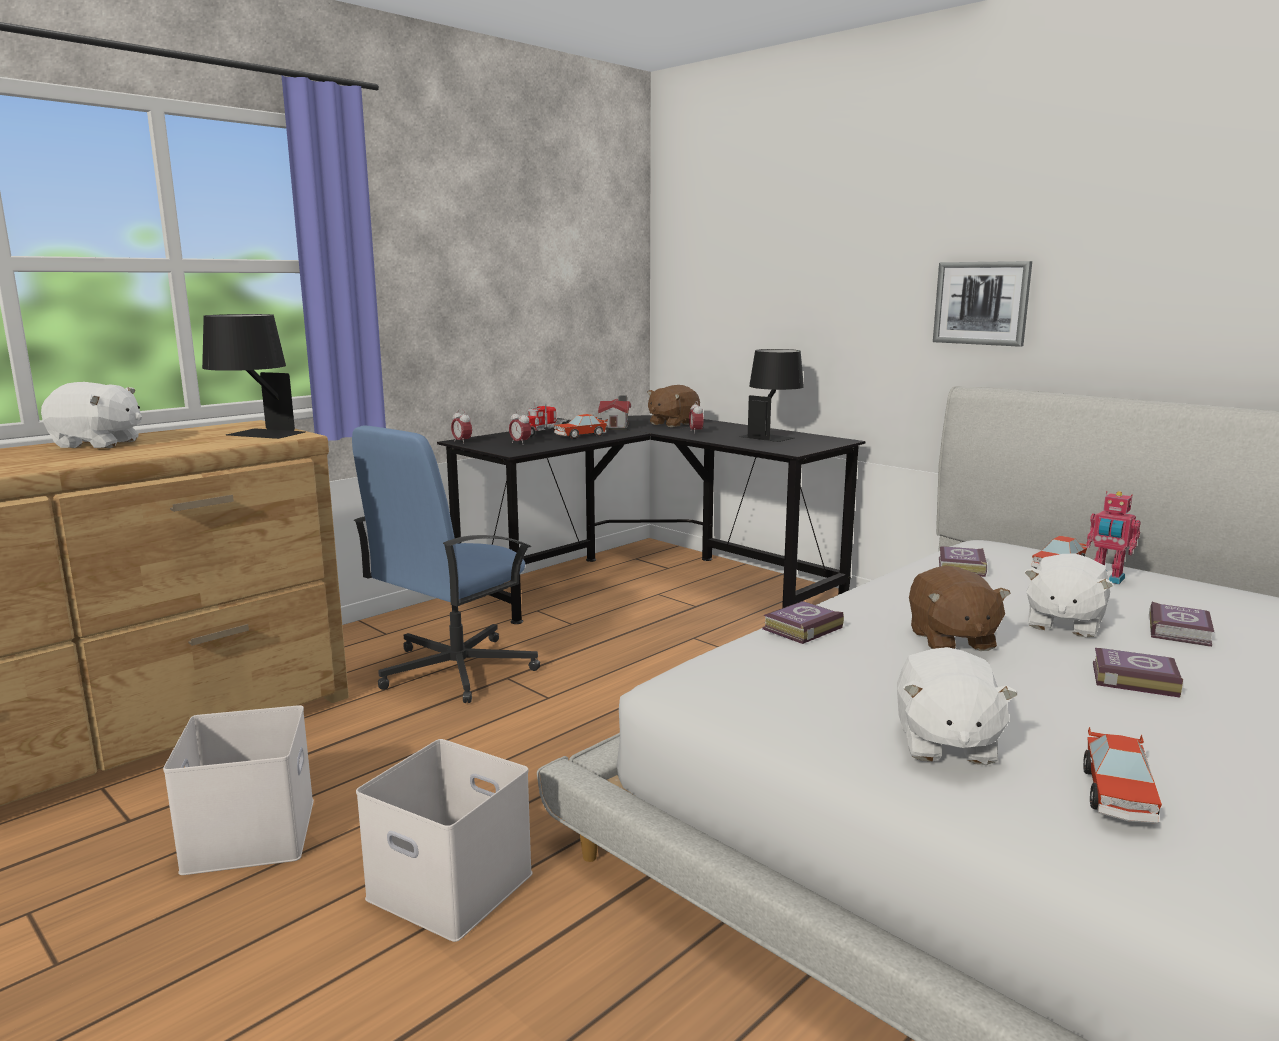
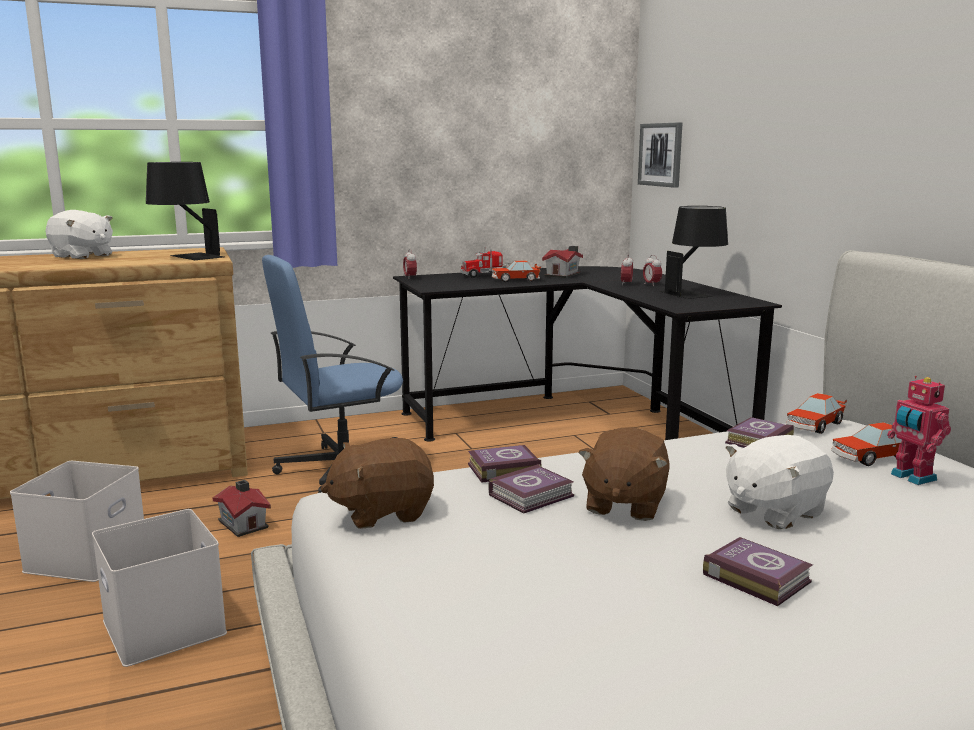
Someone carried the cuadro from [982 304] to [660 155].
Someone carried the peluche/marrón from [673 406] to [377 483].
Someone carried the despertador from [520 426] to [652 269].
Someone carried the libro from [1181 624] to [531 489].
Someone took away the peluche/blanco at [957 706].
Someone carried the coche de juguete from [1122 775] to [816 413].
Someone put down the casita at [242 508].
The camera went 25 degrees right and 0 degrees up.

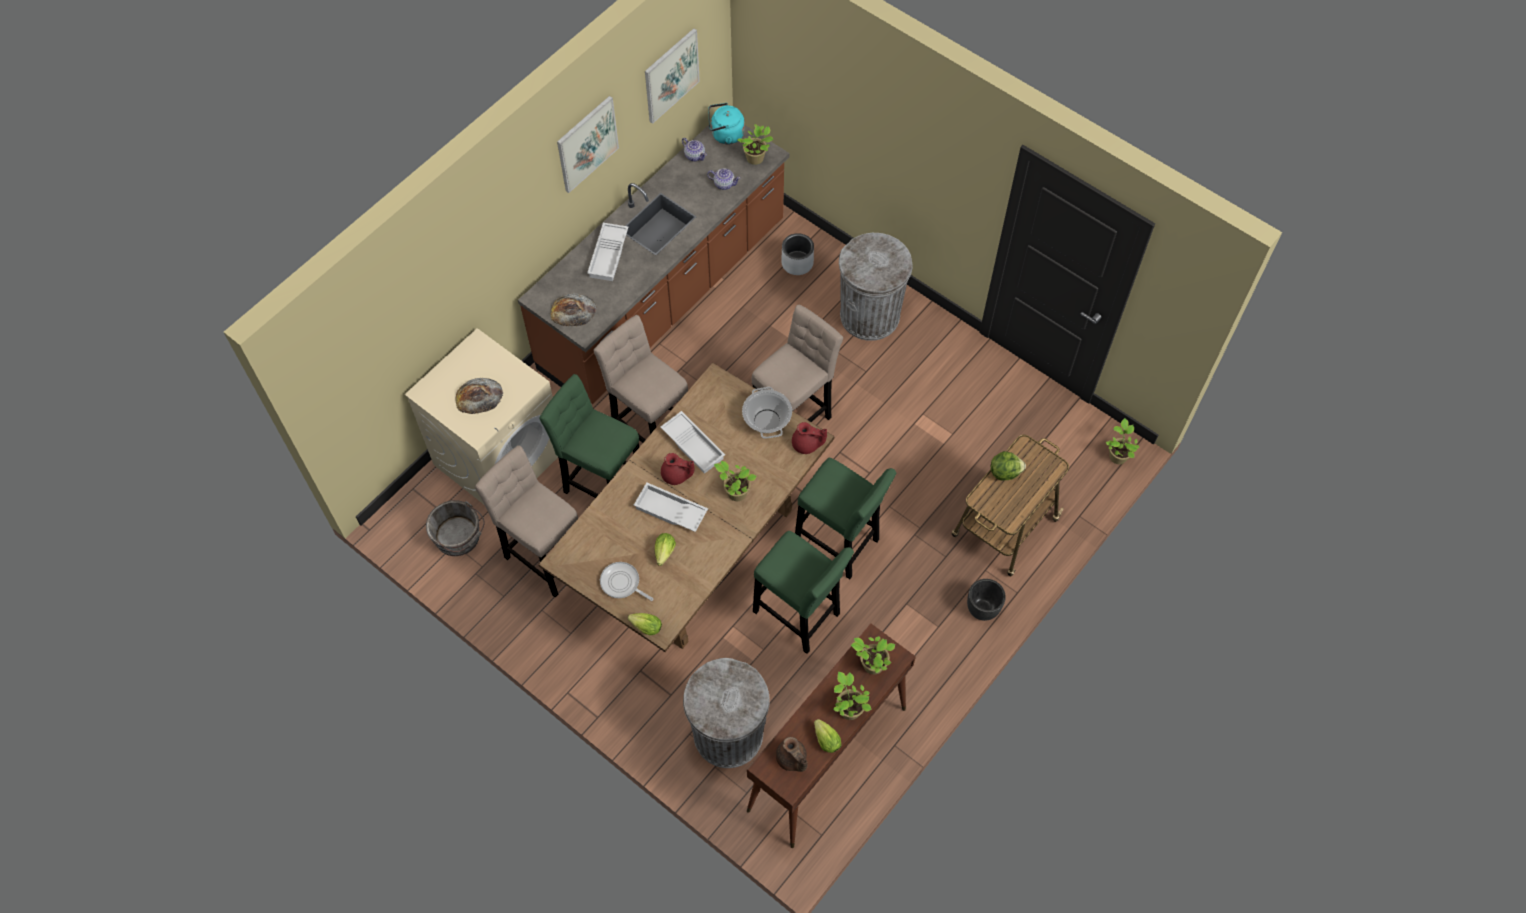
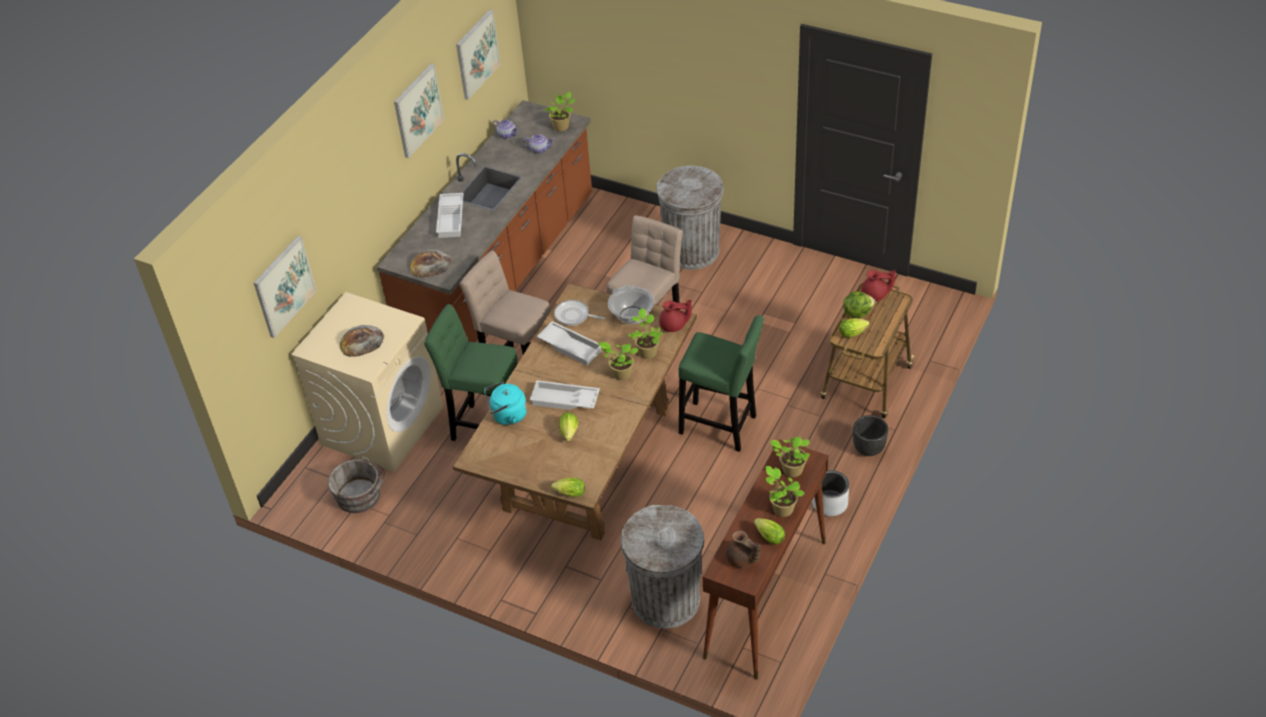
Someone carried the hervidor/turquesa from [726 123] to [505 403].
Someone carried the maceta/gris from [797 254] to [830 493].
Someone carried the planta en maceta from [1123 441] to [645 333].
Someone took away the taburete/beis at [526 521].
Someone carried the tetera/rojo from [678 469] to [878 285].
Someone took away the taburete/verde at [803 592].
Someone carried the sartén from [627 581] to [579 313].
Someone put up the cuadro at [285 287].
Someone put down the lechuga at [854 328].
The camera went 10 degrees left and 15 degrees down.

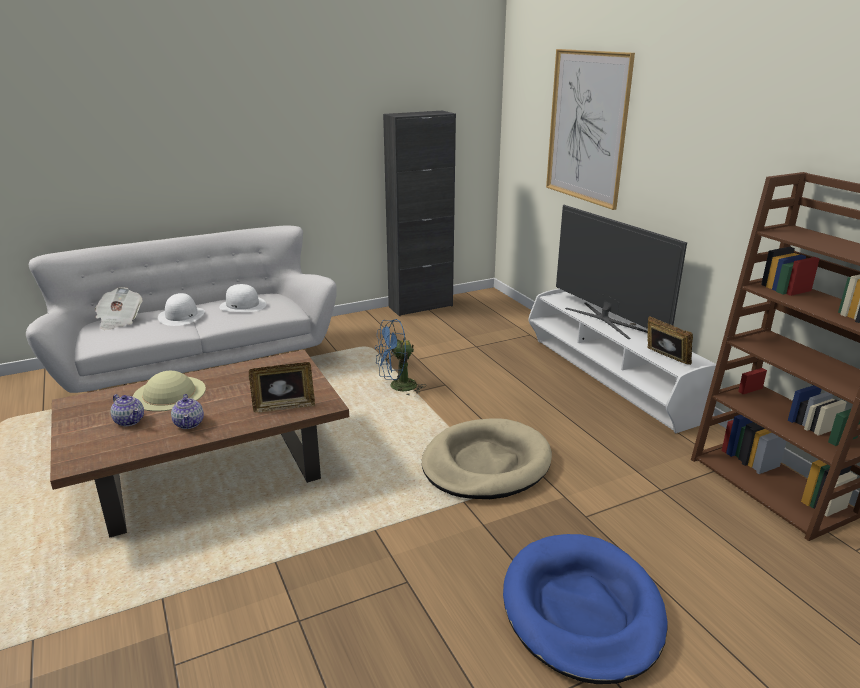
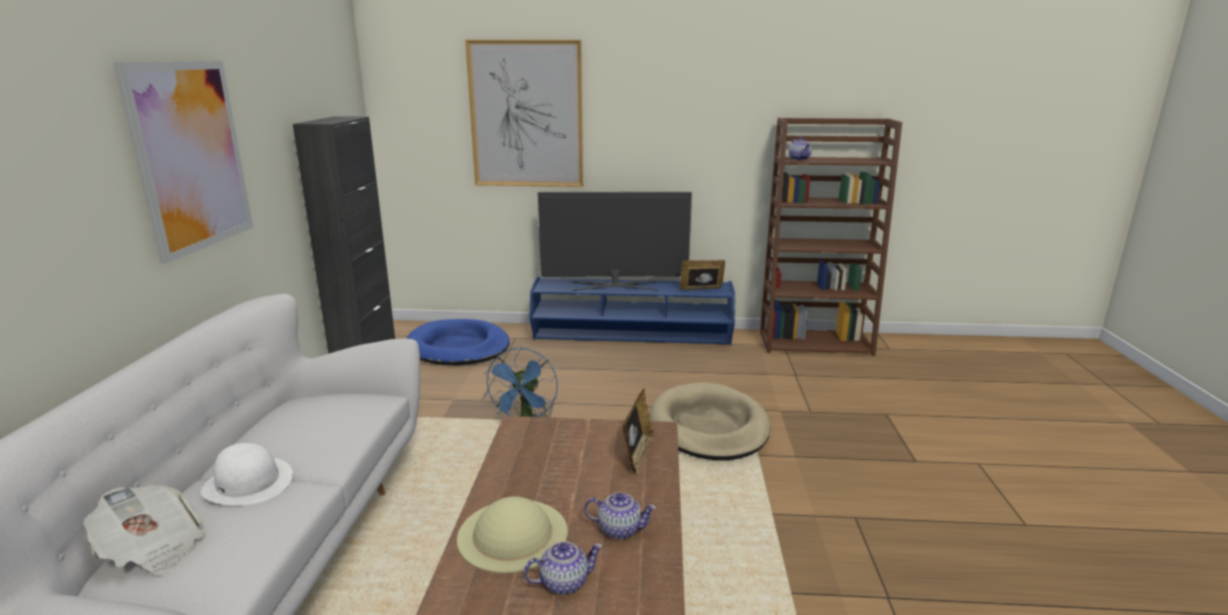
Someone took away the sombrero/blanco at [242 298].
Someone repainted the mueble de televisión/blanco at [622 361], which became the mueble de televisión/azul at [632 310].
Someone carried the cama para perro/azul from [585 609] to [458 342].
Someone put up the cuadro at [183 162].
Someone put down the tetera at [800 148].
The camera went 60 degrees left and 5 degrees down.

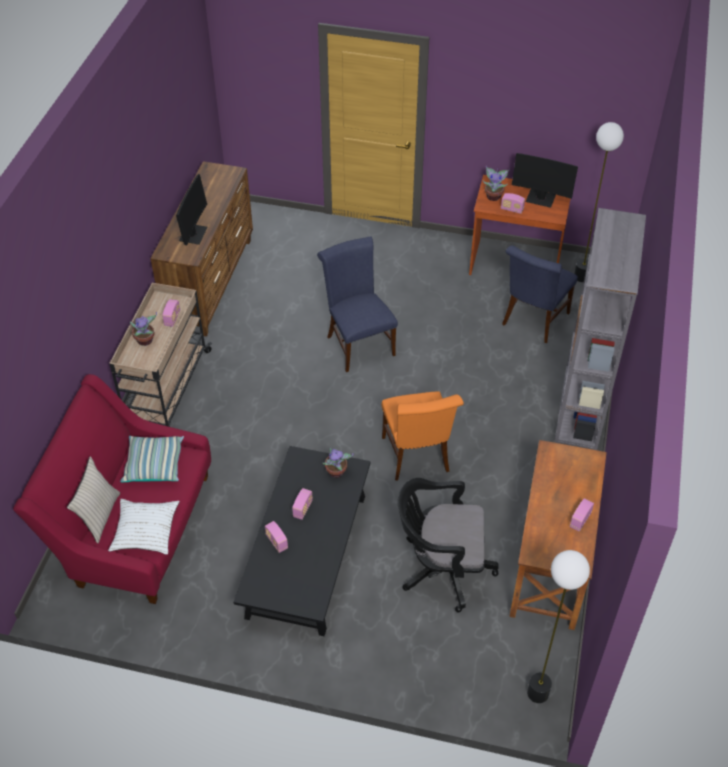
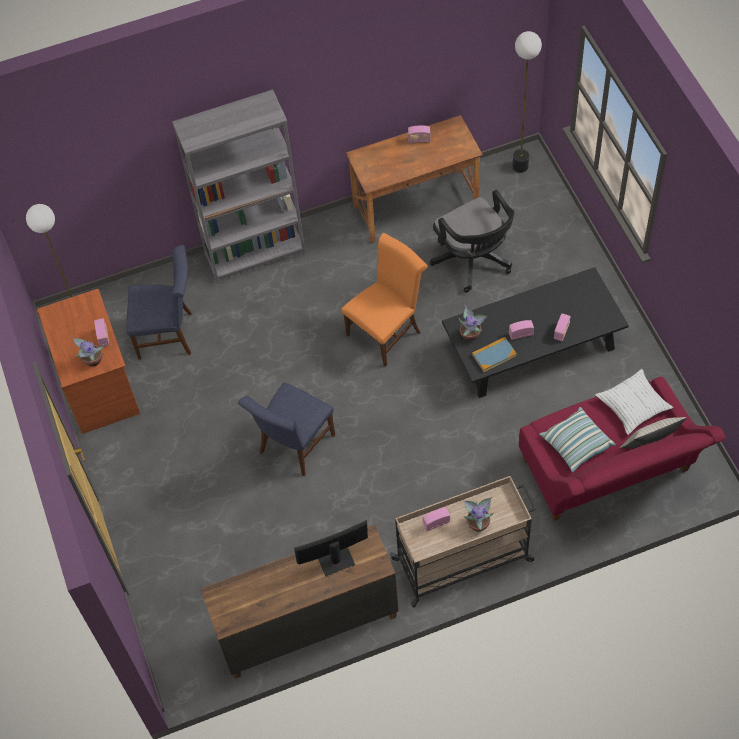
Someone took away the monitor at [545 180].
Someone put down the libro at [494 354].
The camera went 120 degrees left and 10 degrees up.

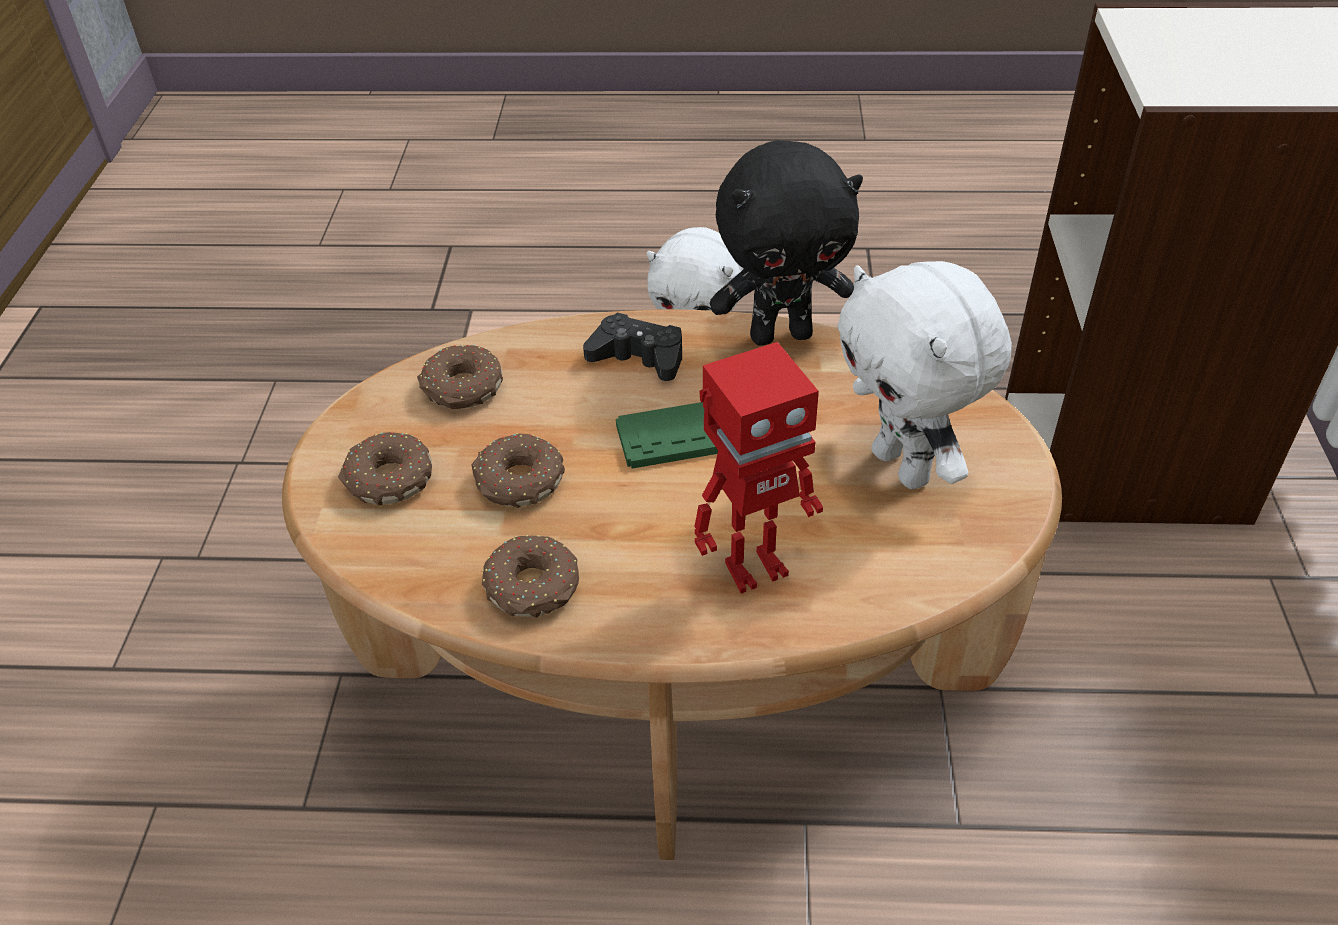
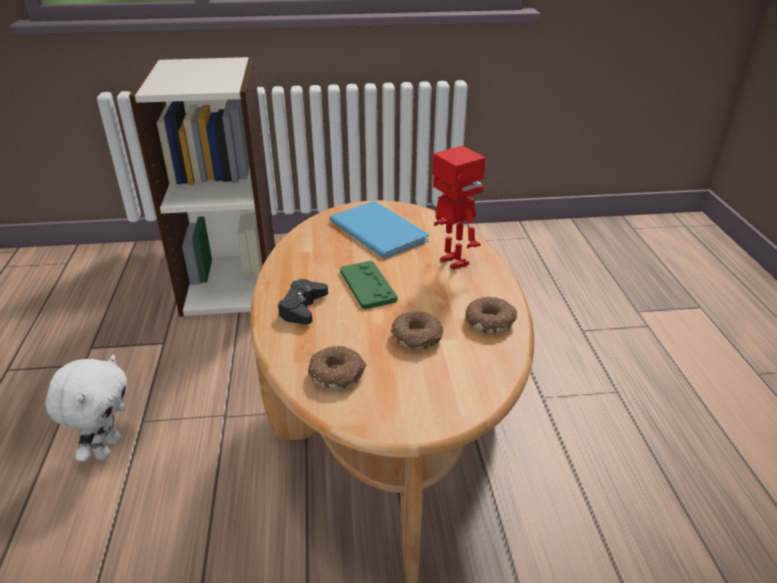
Someone took away the peluche/negro at [786 243].
Someone swapped the peluche/blanco at [924 375] for the libro/azul at [379 230].
Someone took away the rosquilla at [385 469].
The camera went 100 degrees left and 10 degrees down.

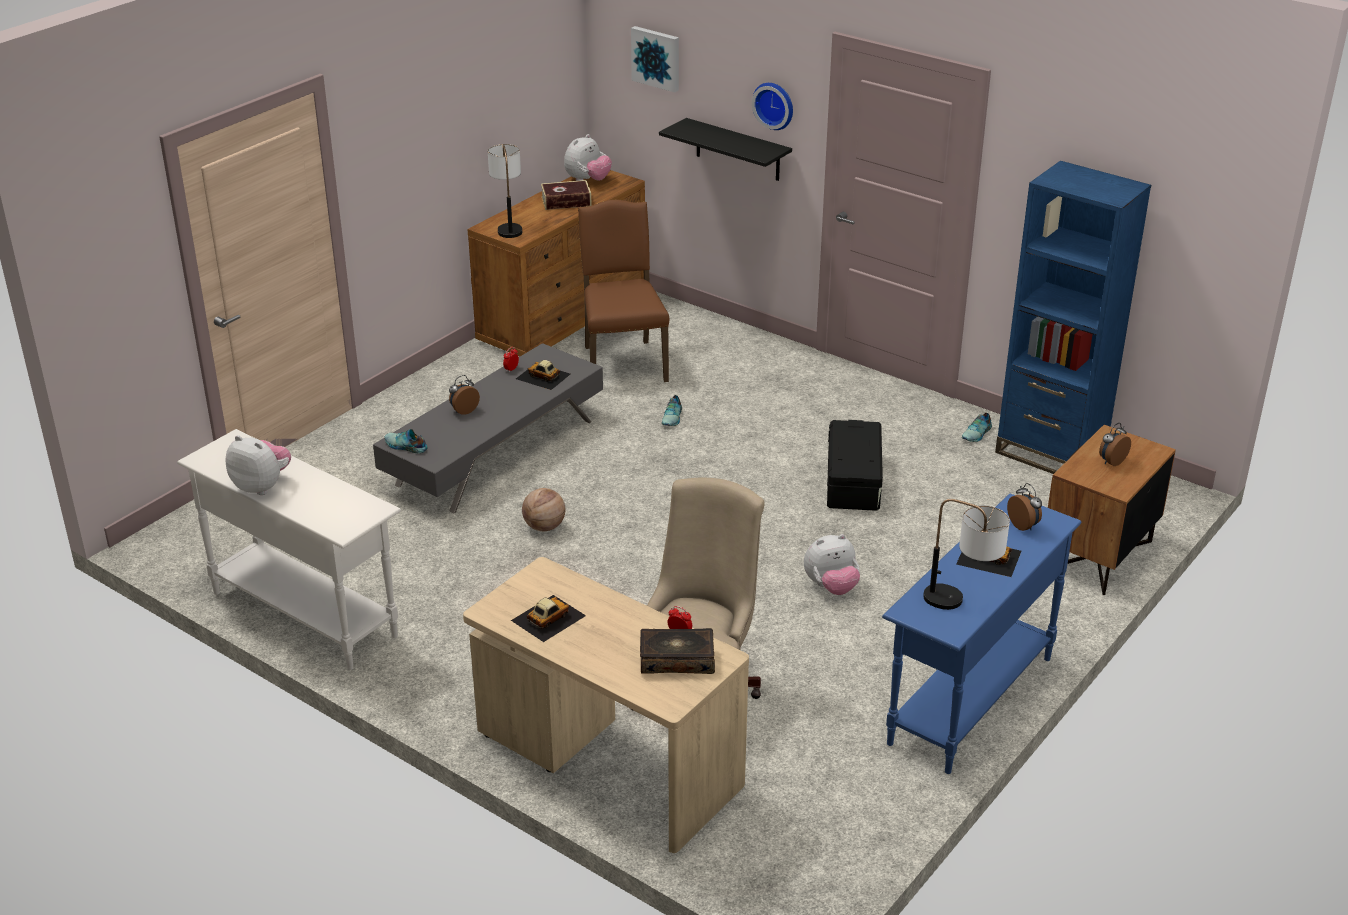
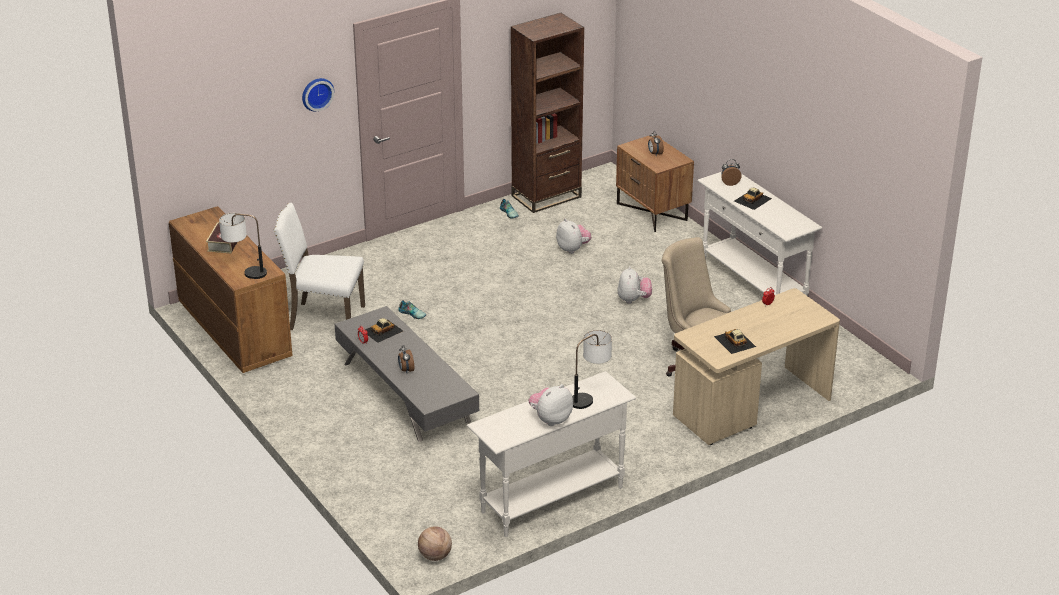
Someone took away the cuadro at [655 59].
Someone took away the estante/negro at [725 149].
Someone carried the peluche from [588 157] to [573 236].
Someone repainted the estantería/azul at [1073 317], which became the estantería/marrón at [547 113].
Someone repainted the silla/marrón at [623 290], which became the silla/blanco at [319 266].
Someone took away the caja de almacenaje/negro at [855 465].
Someone took away the zapato at [405 441].
Someone carried the balón de baloncesto from [543 509] to [435 543].
Someone repainted the mesa consola/azul at [981 634], which became the mesa consola/blanco at [760 234].
Someone carried the lámpara de mesa from [966 554] to [592 369].
Someone took away the libro at [677 651].
The camera went 70 degrees left and 0 degrees up.

